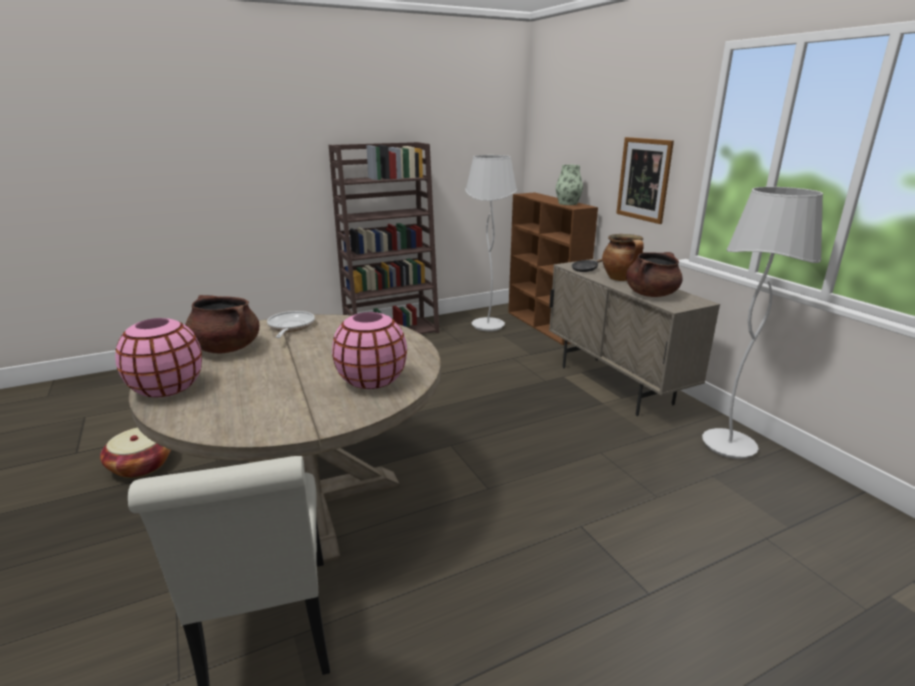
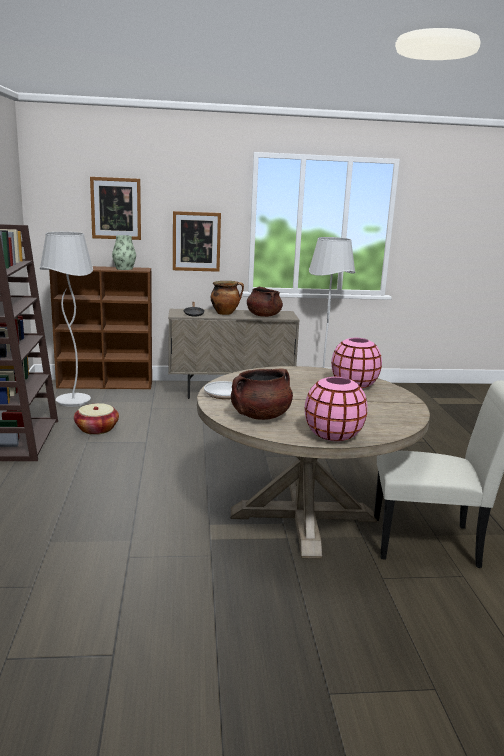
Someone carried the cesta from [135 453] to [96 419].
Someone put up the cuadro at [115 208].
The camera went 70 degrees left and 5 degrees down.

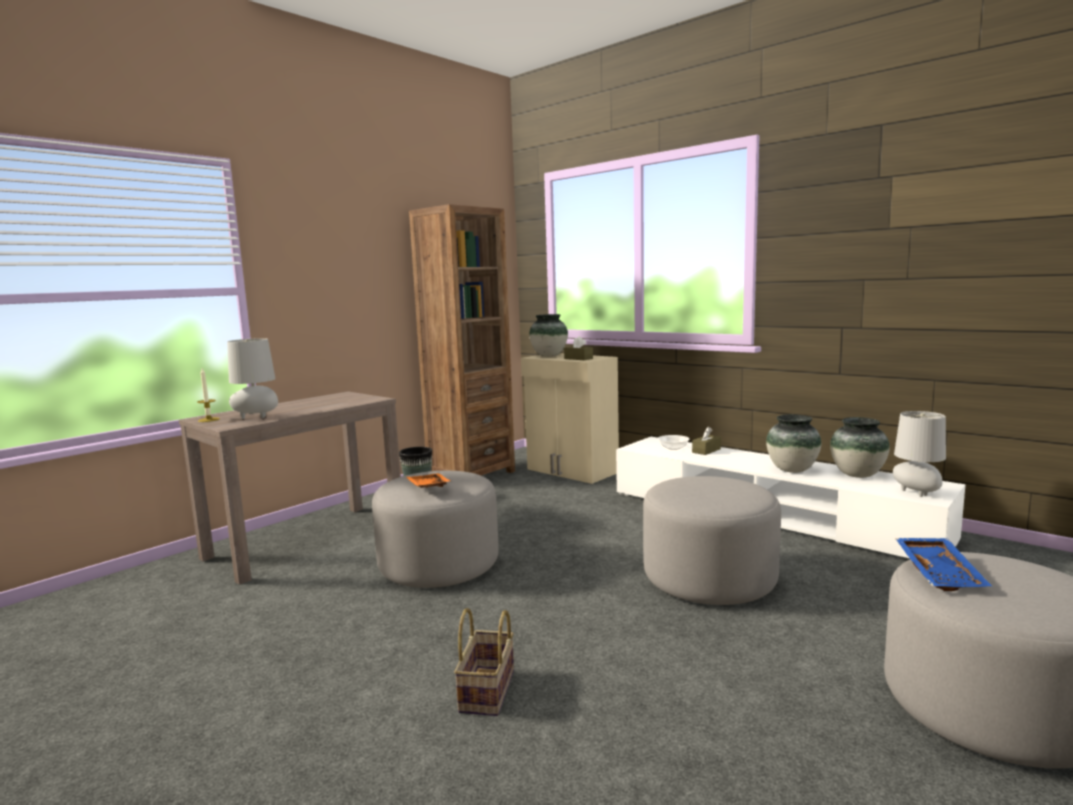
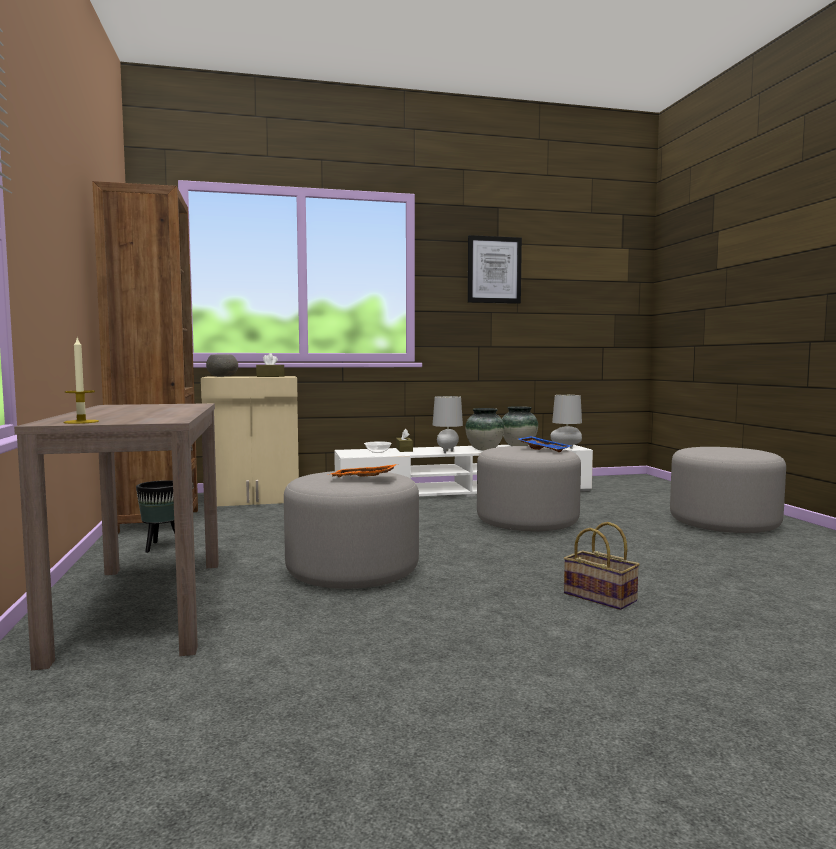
Someone swapped the florero at [548 335] for the cuenco/gris at [222 365].
Someone carried the lámpara de mesa/gris from [252 378] to [448 424].
Someone carried the bandeja/azul from [943 564] to [544 444].
Someone put up the cuadro at [495 269].
The camera went 55 degrees left and 5 degrees down.

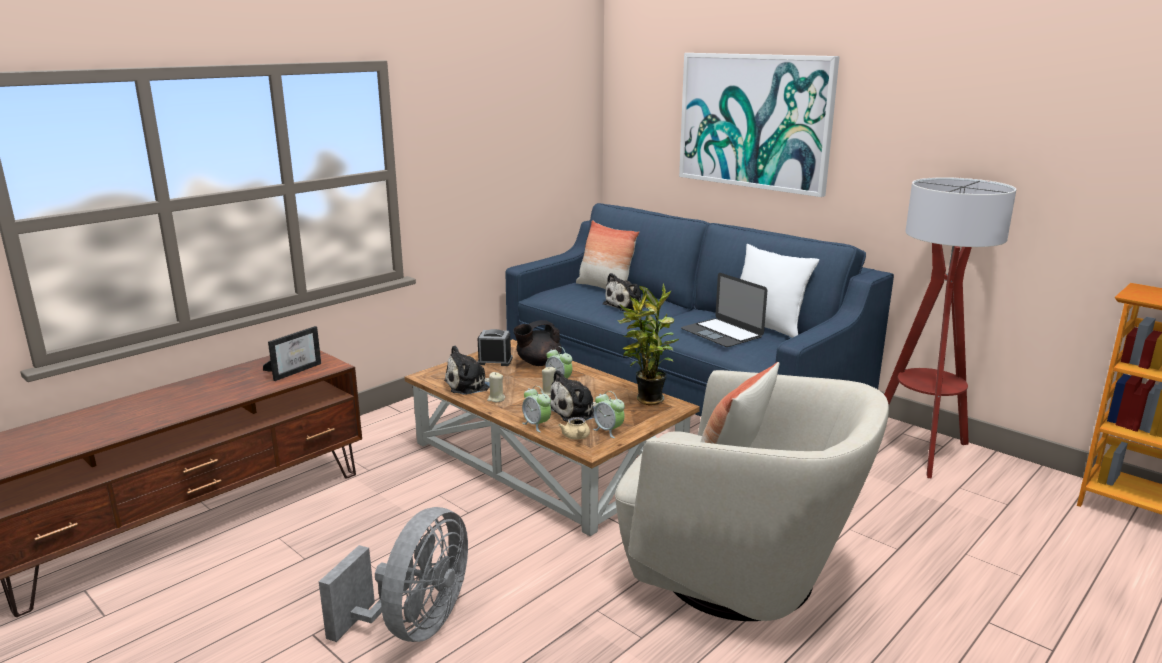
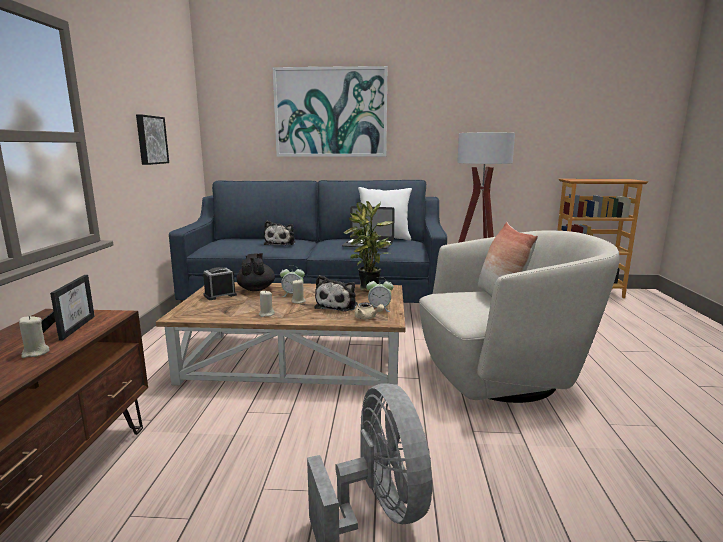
Someone took away the cojín at [607 254].
Someone rotated the tetera/negro at [537 343] by 150 degrees clockwise.
Someone took away the peluche at [467 370].
Someone took away the despertador at [536 409].
Someone put up the cuadro at [152 139].
Someone put down the vela/beis at [34 337].
The camera went 40 degrees left and 5 degrees down.

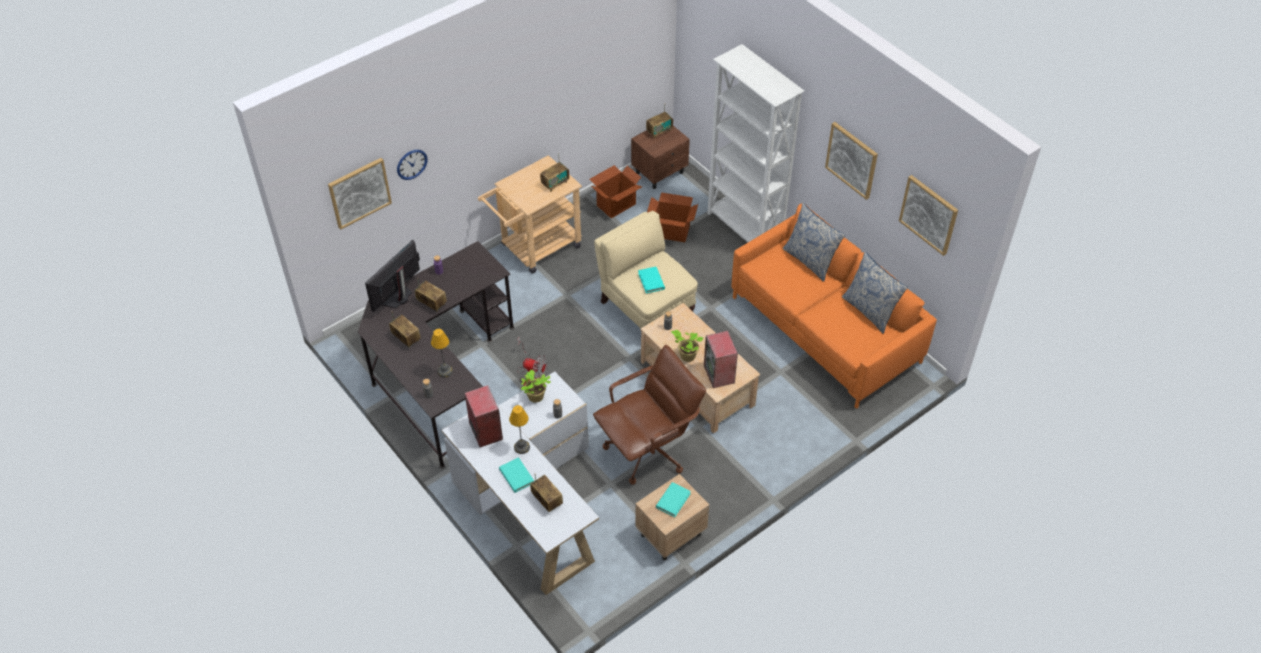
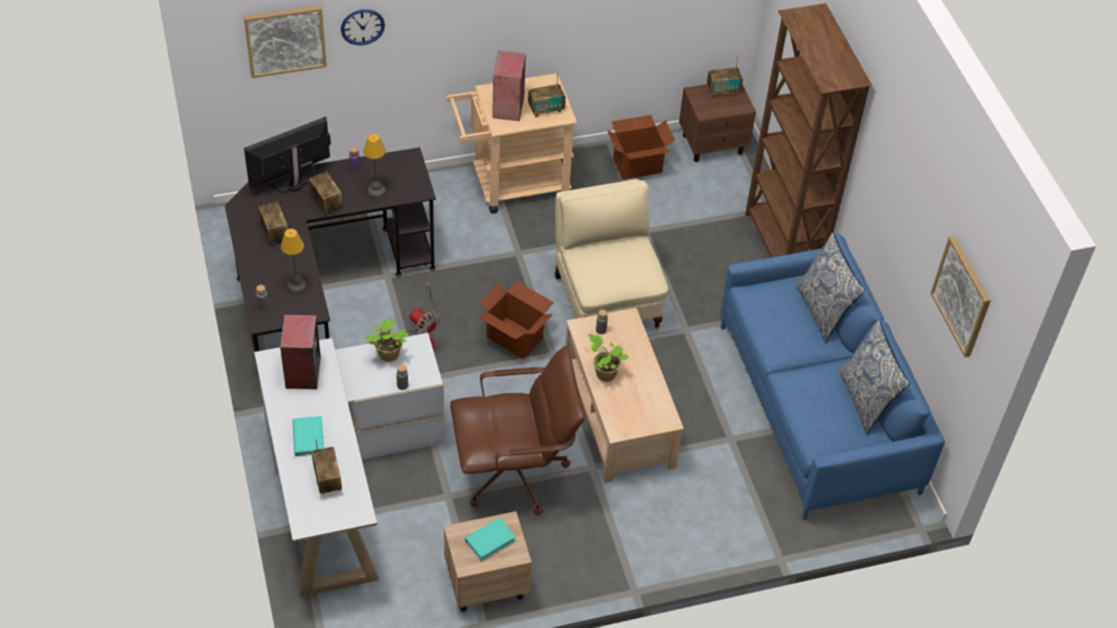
Someone repainted the estantería/blanco at [755 143], which became the estantería/marrón at [808 130].
Someone took away the cuadro at [851 161].
Someone carried the caja de cartón from [672 217] to [516 320].
Someone repainted the sofá/naranja at [834 306], which became the sofá/azul at [832 377].
Someone took away the libro/turquesa at [651 280].
Someone carried the altavoz from [721 359] to [509 86].
Someone carried the lámpara de mesa from [519 429] to [374 166].
The camera went 20 degrees right and 0 degrees up.

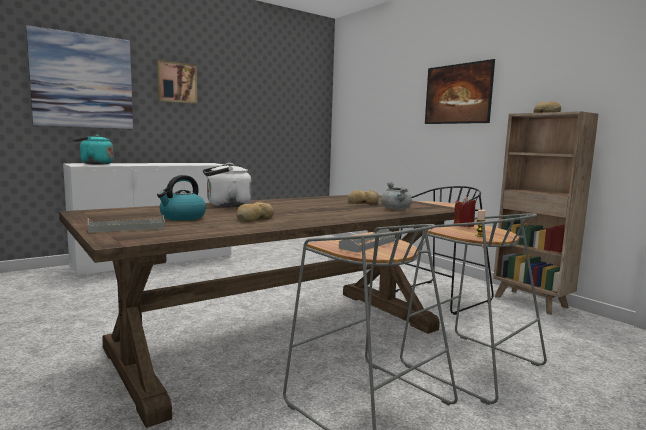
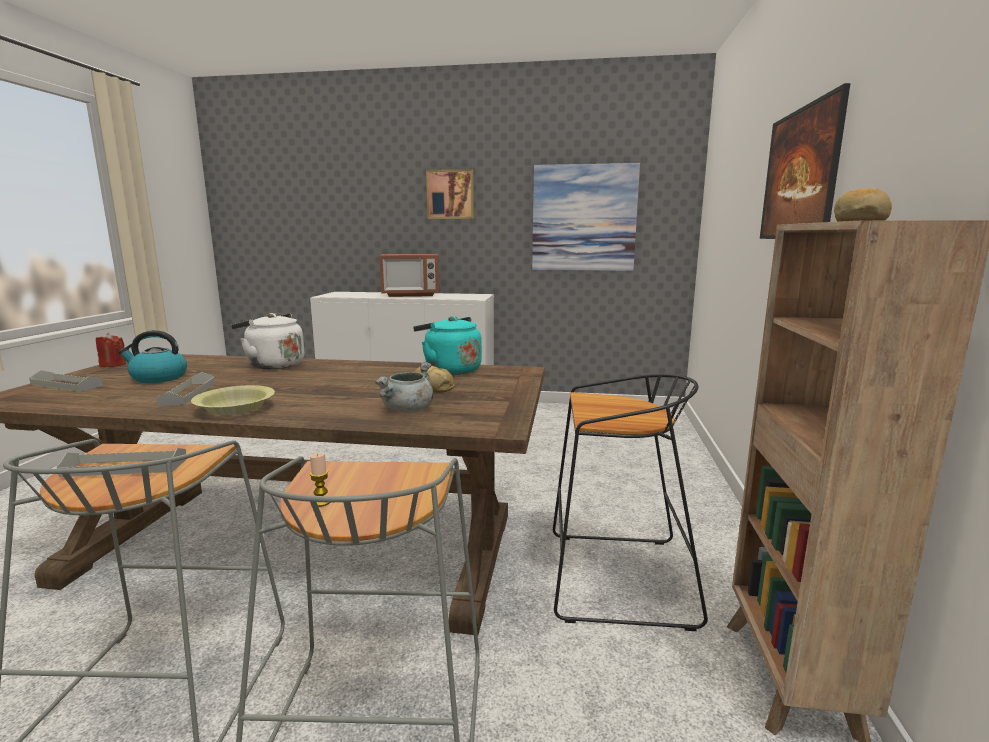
Someone carried the cuadro from [79 77] to [586 217].
Someone carried the hervidor/turquesa from [93 149] to [447 345].
Someone carried the vela/rojo from [465 212] to [111 350].
Someone swapped the pan at [255 212] for the bandeja/gris at [185 389].
Someone put down the microondas at [409 275].
Someone put down the cuenco/amarillo at [233 400].
The camera went 45 degrees right and 5 degrees up.

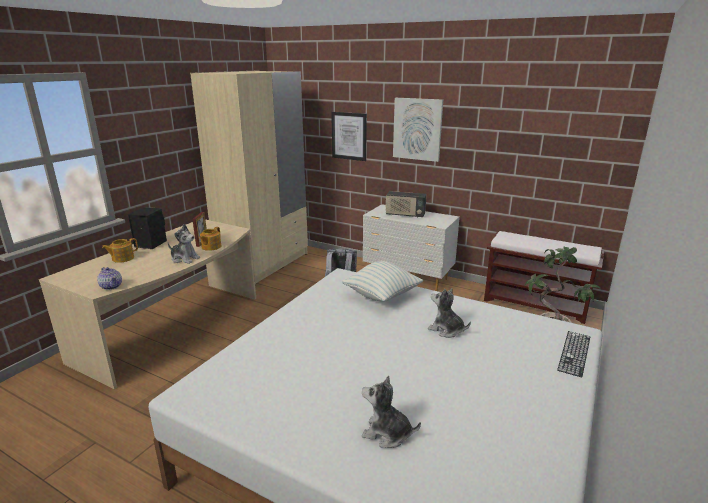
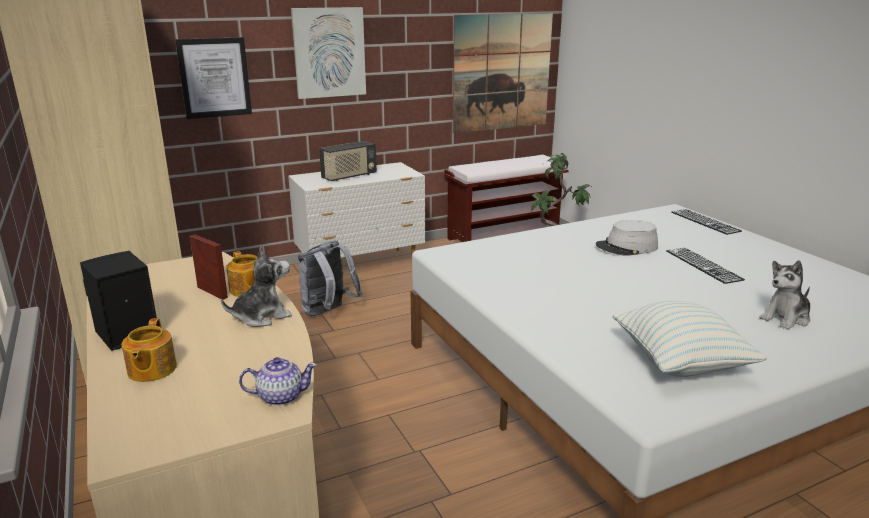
Someone carried the cojín from [382 281] to [690 339].
Someone swapped the peluche at [449 313] for the sombrero/gris at [627 238].
Someone put up the cuadro at [503 73].
Someone put down the teclado at [705 266].
The camera went 55 degrees left and 0 degrees up.

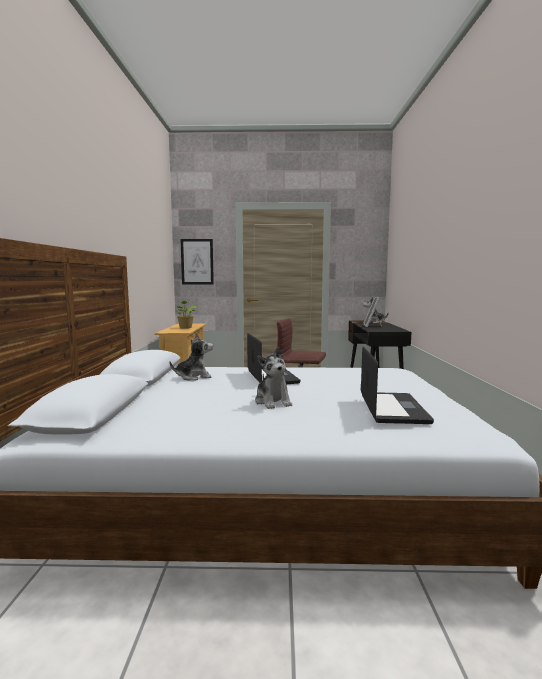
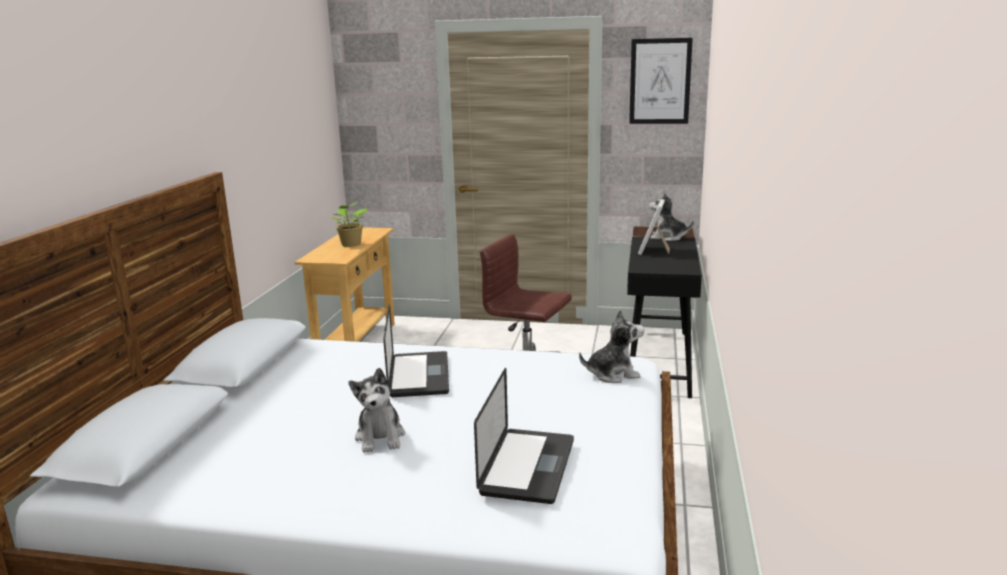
Someone carried the cuadro from [197 262] to [661 81].
Someone carried the peluche from [191 356] to [611 346].
The camera went 10 degrees right and 10 degrees up.

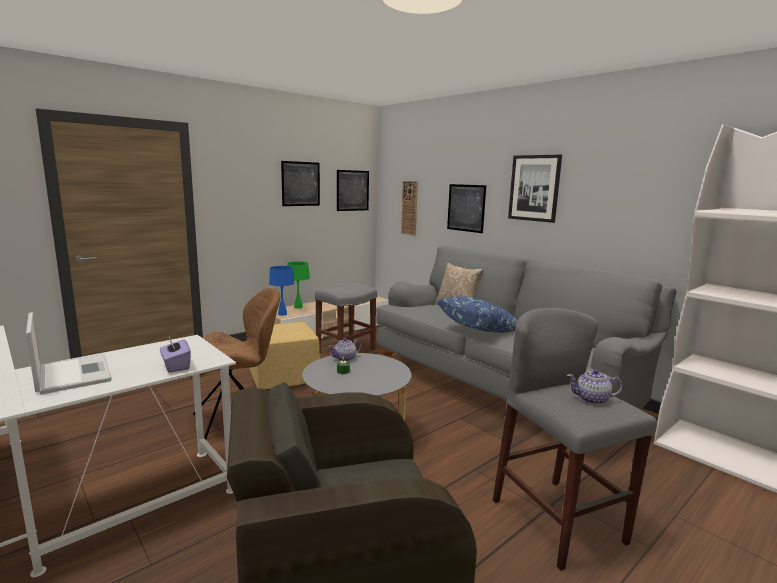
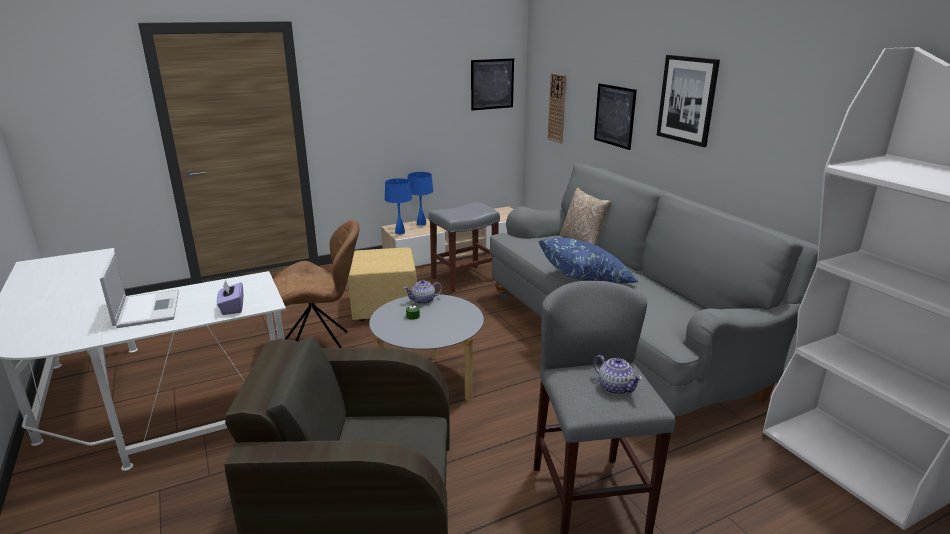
Someone took away the cuadro at [300 183].
Someone repainted the lámpara de mesa/verde at [298 285], which became the lámpara de mesa/azul at [421 199].
Someone rotated the tetera at [595 387] by 150 degrees counterclockwise.
The camera went 15 degrees right and 10 degrees up.

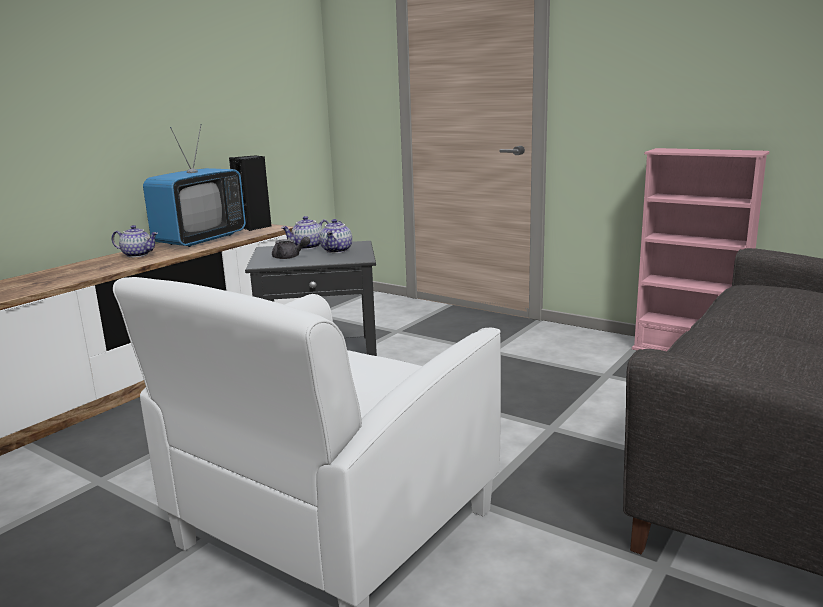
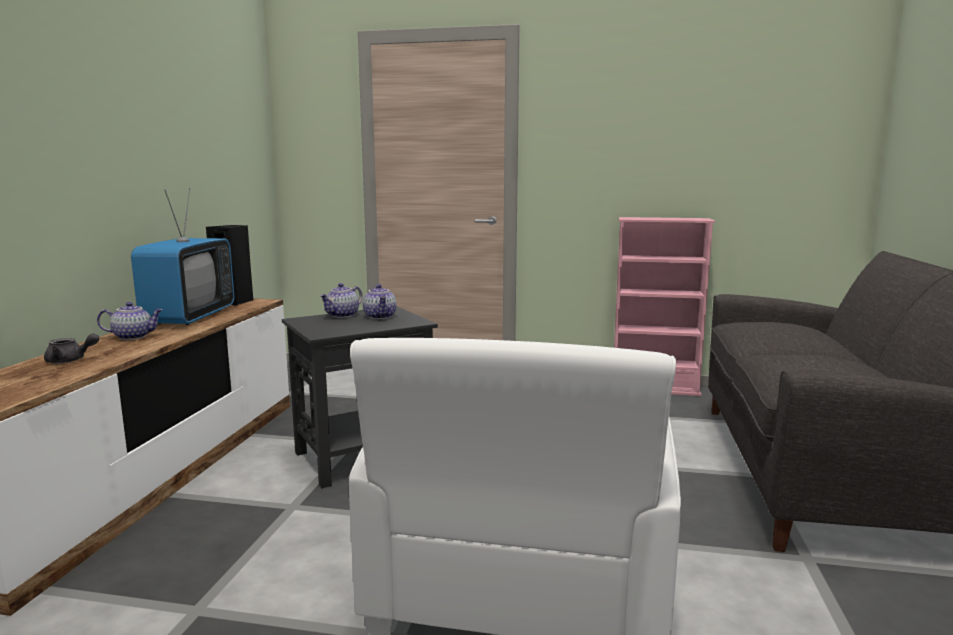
Someone carried the tetera/gris from [291 248] to [71 348].
The camera went 25 degrees left and 5 degrees down.

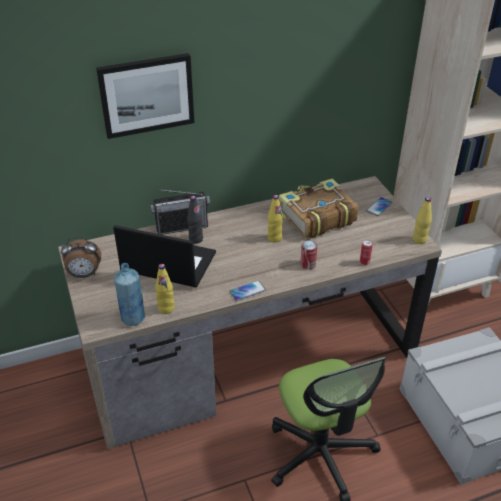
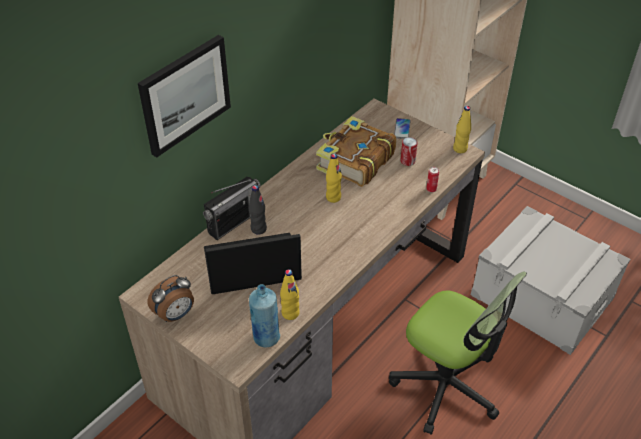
Someone carried the lata from [309 255] to [409 151].
Someone took away the móvil at [247 291].
The camera went 30 degrees left and 5 degrees up.

